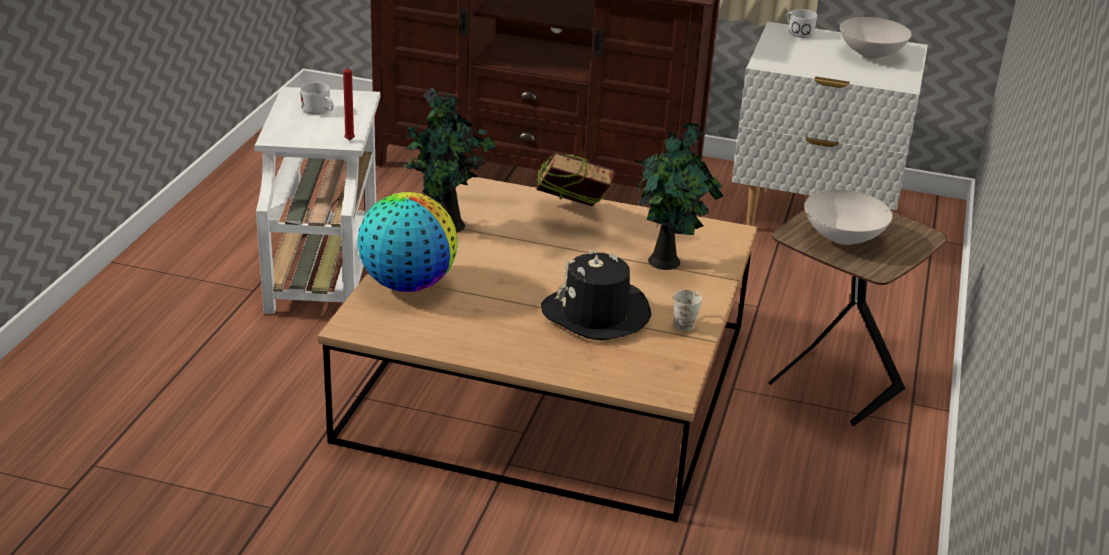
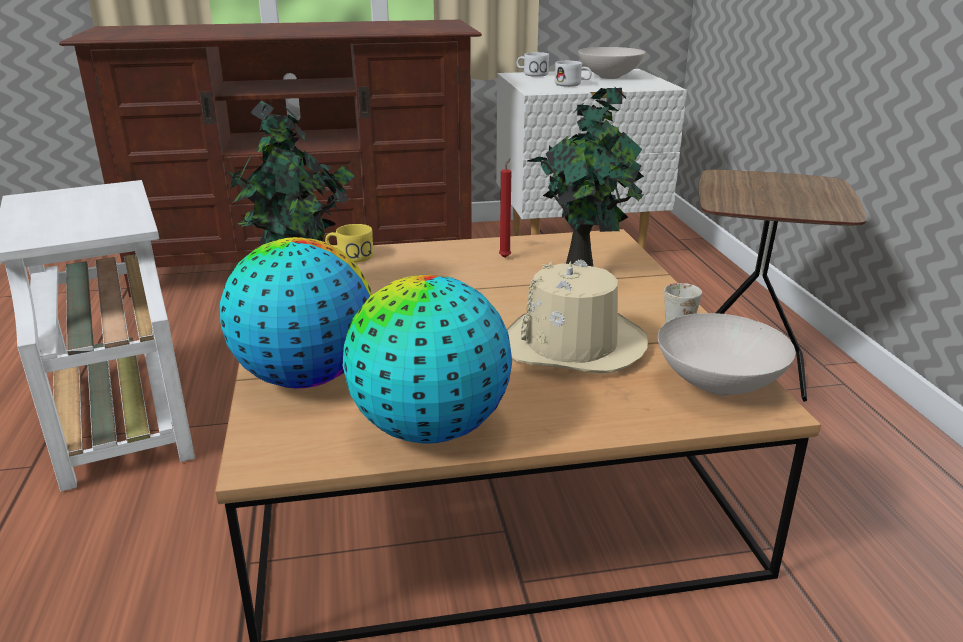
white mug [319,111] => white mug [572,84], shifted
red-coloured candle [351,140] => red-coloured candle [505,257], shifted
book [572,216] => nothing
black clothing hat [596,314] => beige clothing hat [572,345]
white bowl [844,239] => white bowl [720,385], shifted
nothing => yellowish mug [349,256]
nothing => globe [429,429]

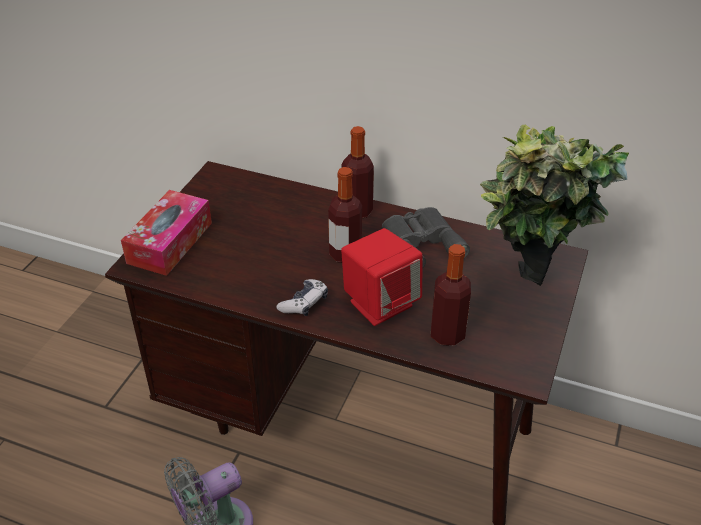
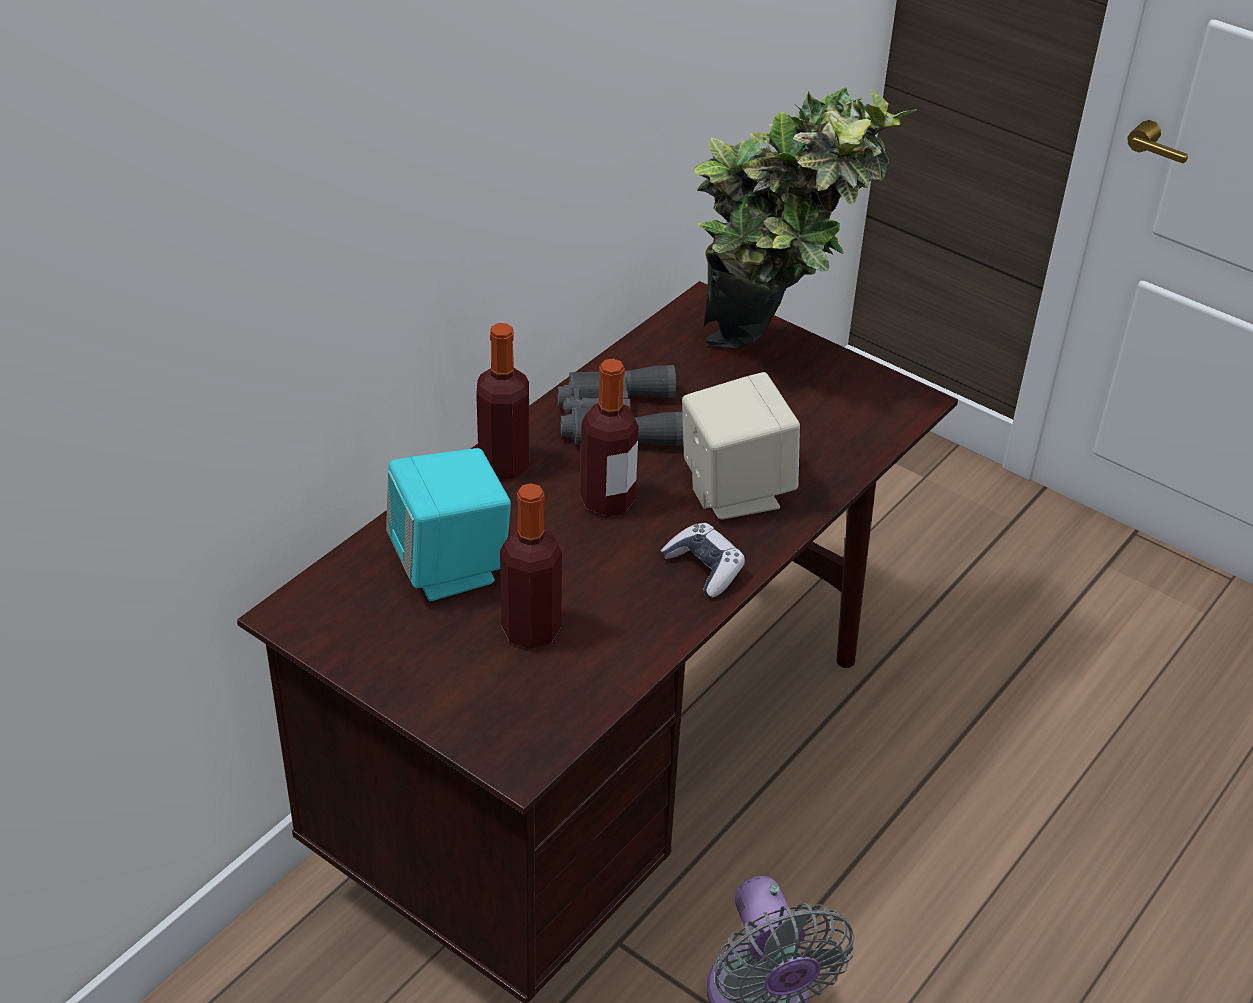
tissue holder [170,243] => nothing
red-coloured speaker [380,303] => beige speaker [734,491]
beverage bottle [447,334] => beverage bottle [531,630], shifted
nothing => turquoise-coloured speaker [451,567]

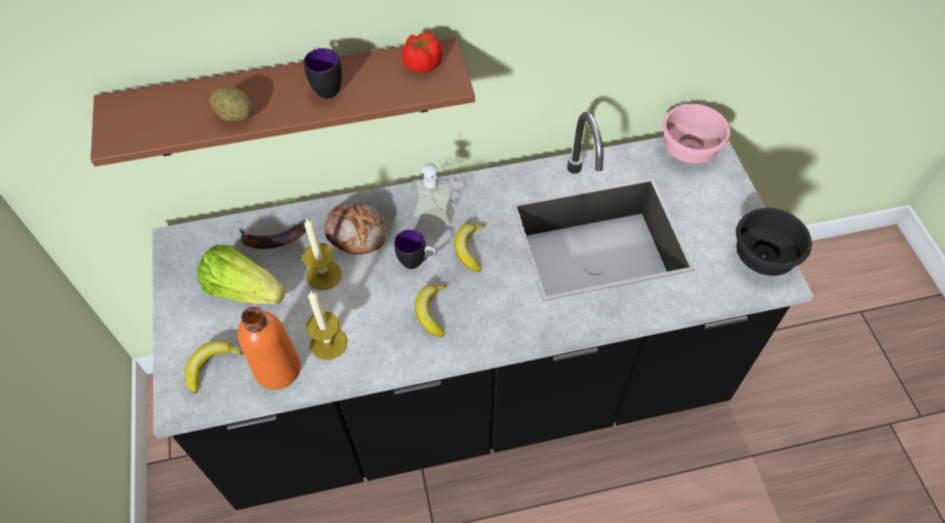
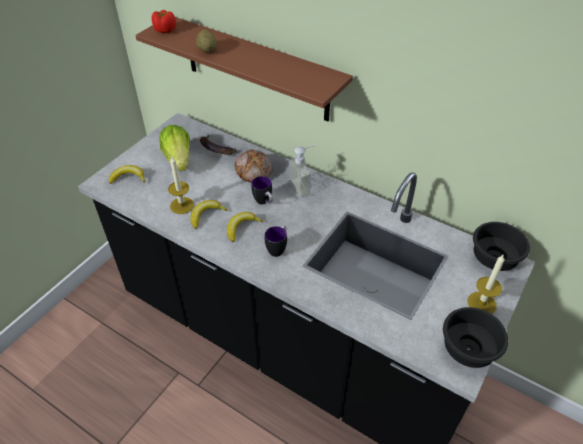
orange-coloured beverage bottle [278,369] => nothing
candle [324,275] => candle [481,303], shifted
mug [326,86] => mug [278,248], shifted
tomato [422,64] => tomato [165,30], shifted
banana [469,249] => banana [206,215], shifted
pink-coloured bowl [687,148] => black bowl [493,257]

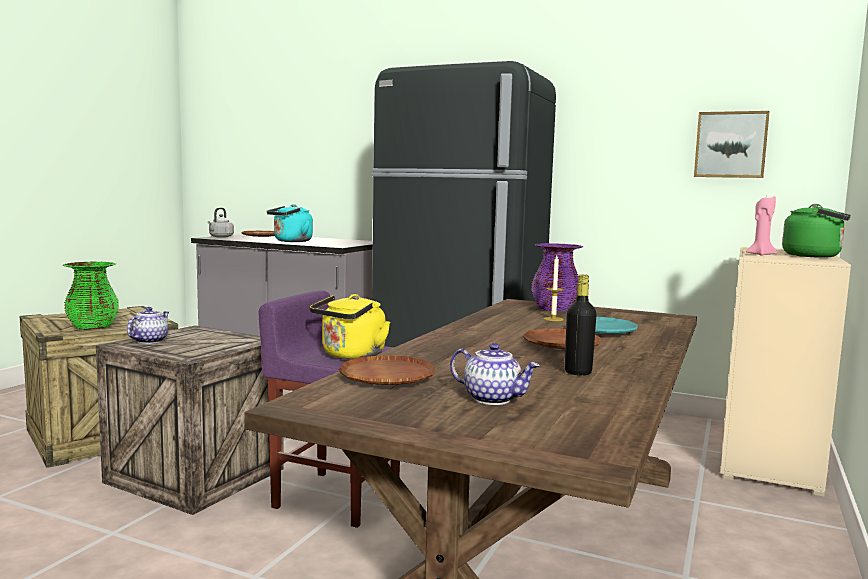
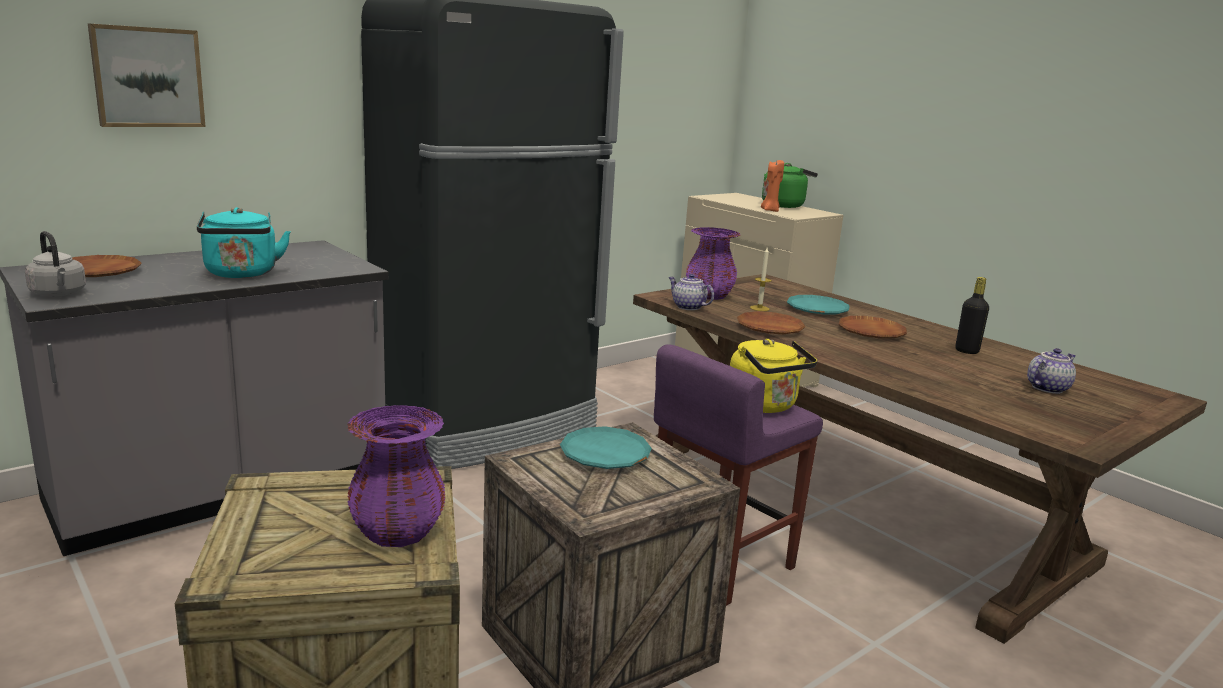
green-coloured decorative vase [93,327] => purplish decorative vase [398,532]
teapot [150,341] => teapot [687,307], shifted
brown-coloured dinner plate [387,377] => brown-coloured dinner plate [770,328], shifted
picture [730,145] => picture [147,77], shifted
pink-coloured candle [760,254] => orange-coloured candle [770,210]
nothing => turquoise-coloured dinner plate [605,454]

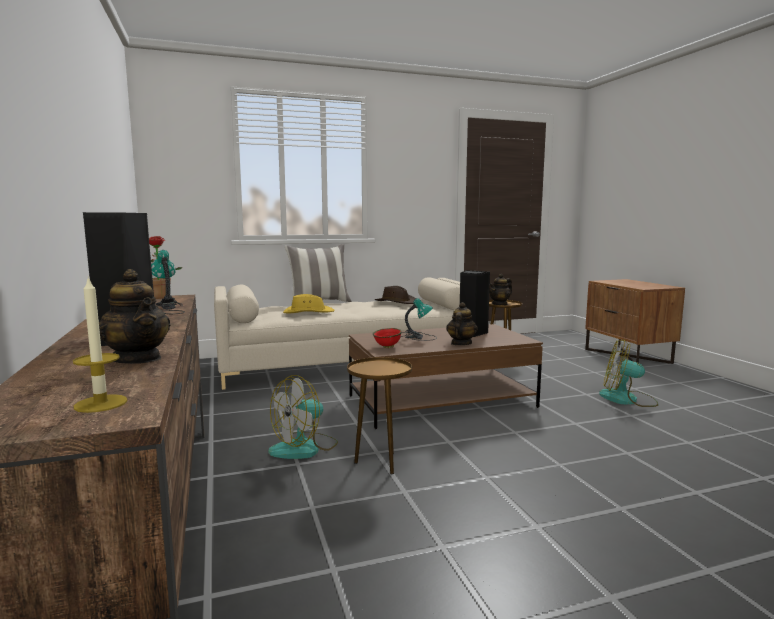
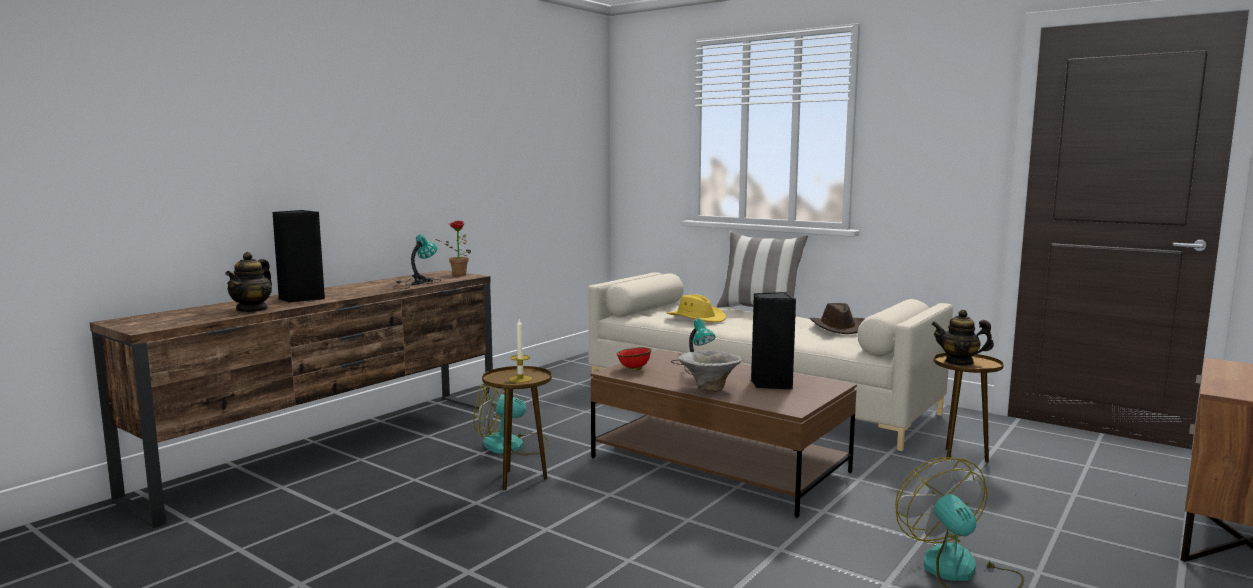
candle [101,403] => candle [520,379], shifted
teapot [461,343] => bowl [708,388]

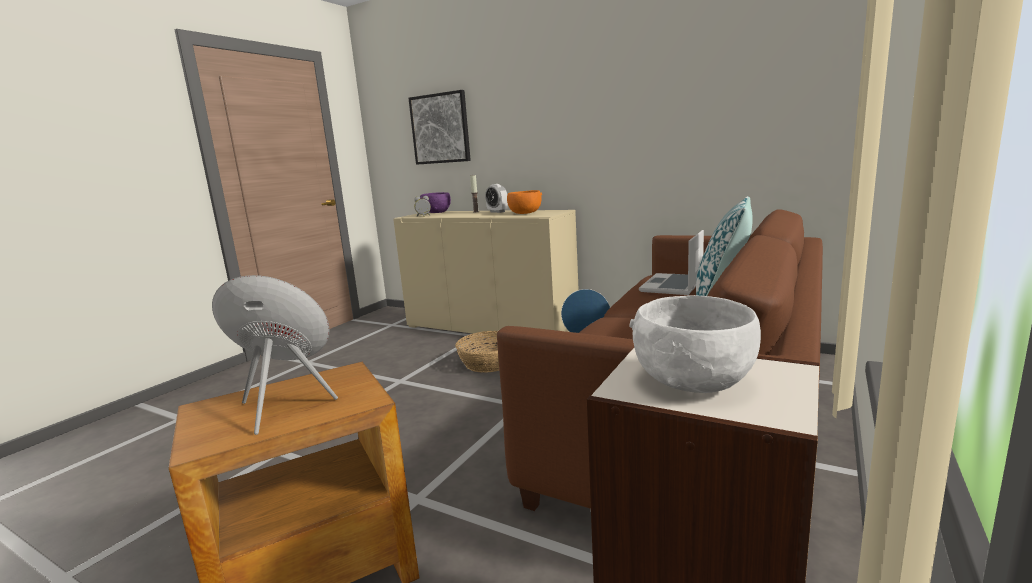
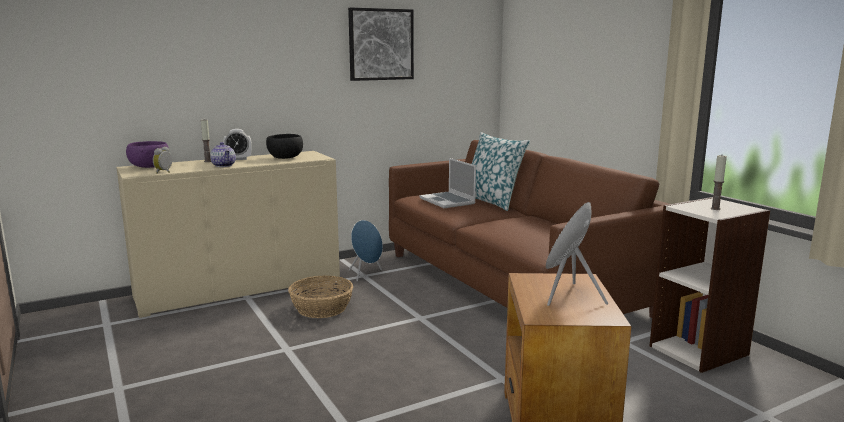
picture [440,128] => picture [381,44], shifted
orange-coloured bowl [525,213] => black bowl [285,158]
white bowl [692,380] => candle [715,209]
nothing => teapot [224,165]

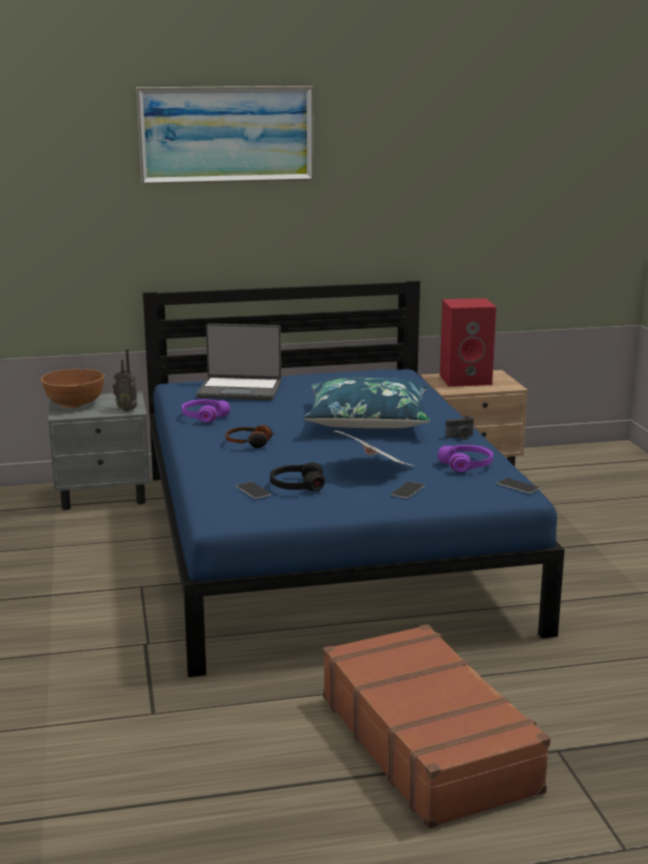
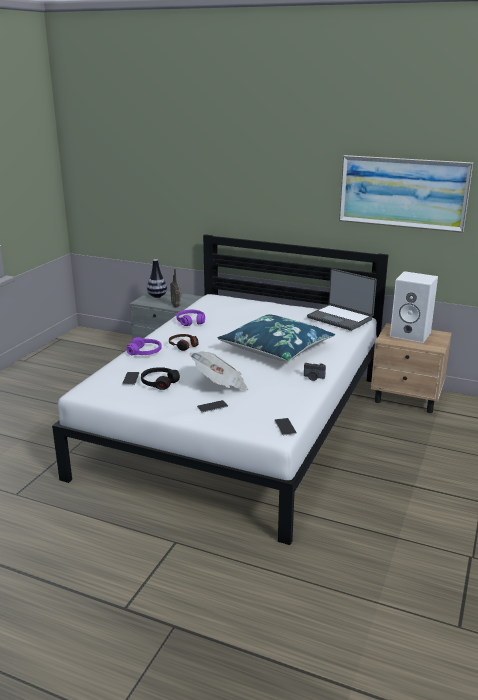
brown-coloured bowl [74,404] => decorative vase [157,296]
picture [226,134] => picture [403,192], shifted
blue-coloured bed [325,545] => white bed [239,424]
portable computer [240,390] => portable computer [340,318], shifted
brown-coloured suitcase [428,742] => nothing
purplish headset [466,465] => purplish headset [145,352], shifted
red-coloured speaker [466,379] => white speaker [411,334]

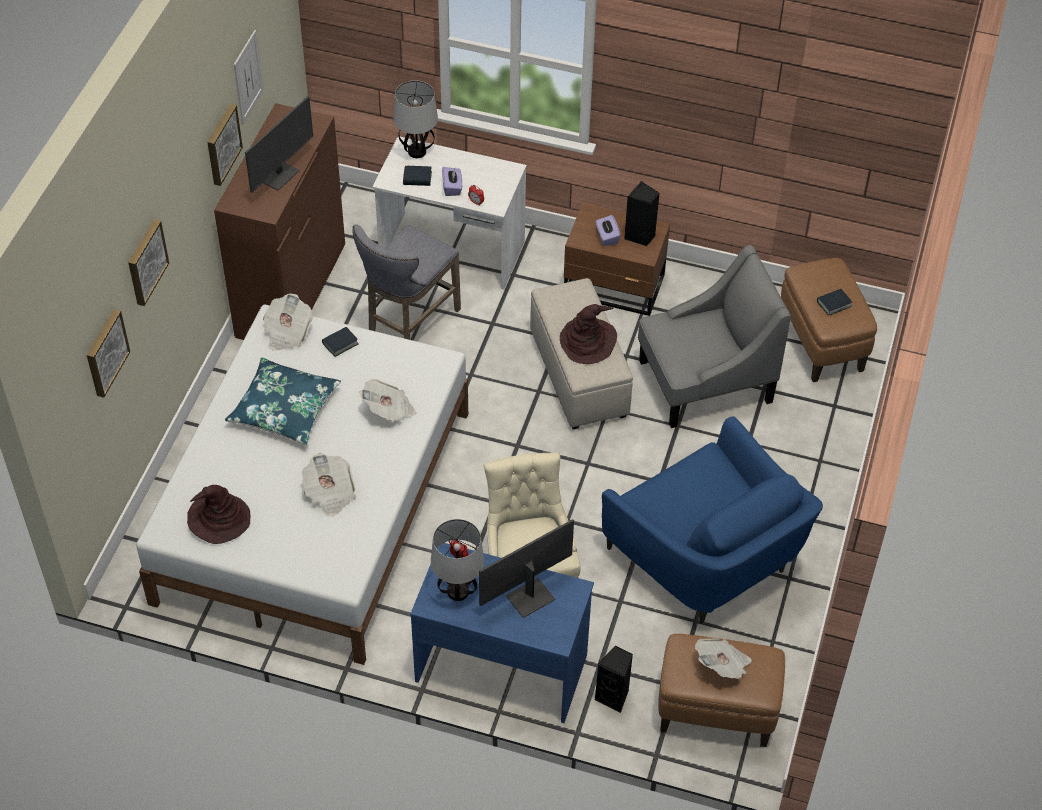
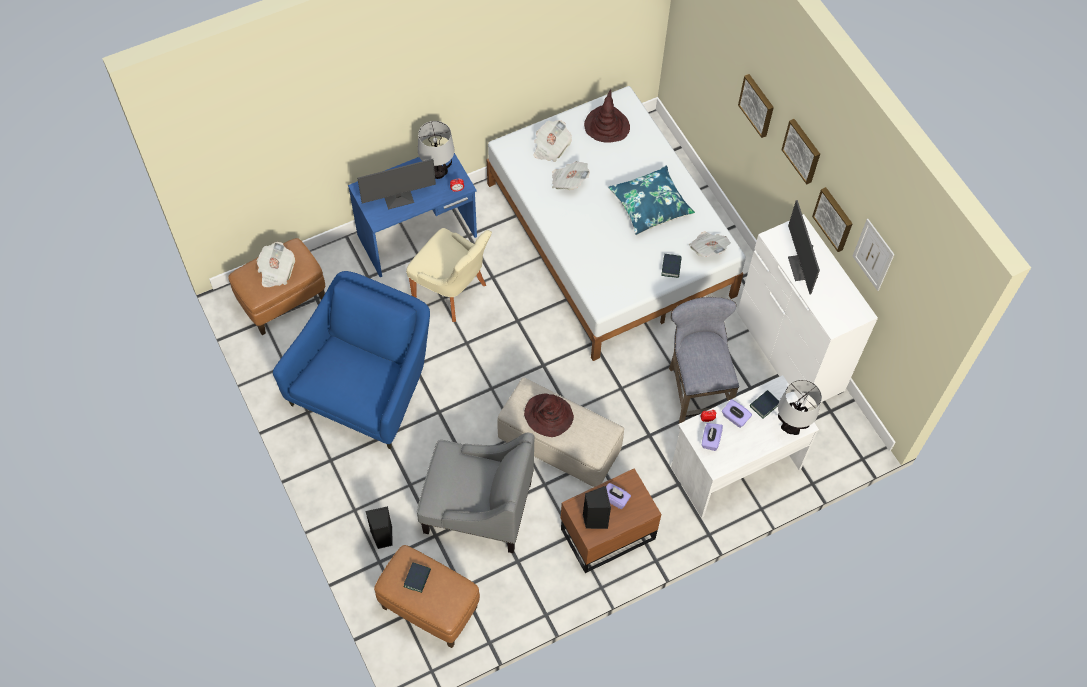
picture [105,352] => picture [802,150], shifted
brown-coloured dresser [291,290] => white dresser [789,352]
newspaper [389,410] => newspaper [550,148], shifted
computer screen [529,597] => computer screen [398,198], 60 degrees clockwise
black speaker [614,696] => black speaker [382,537], shifted
blue-coloured lounge chair [707,559] => blue-coloured lounge chair [365,384], 105 degrees clockwise
gray lounge chair [705,381] => gray lounge chair [477,508], 105 degrees counterclockwise
nothing => purplish tissue holder [710,440]

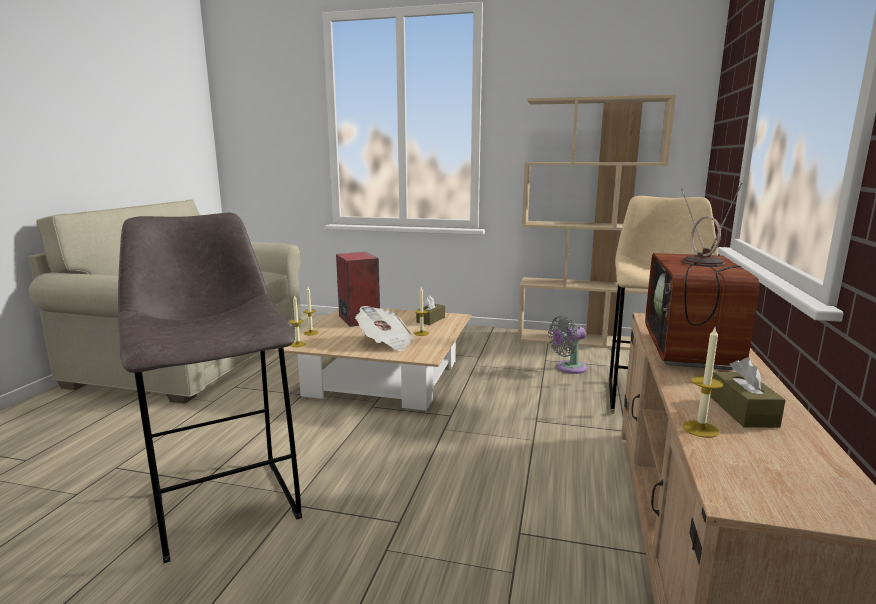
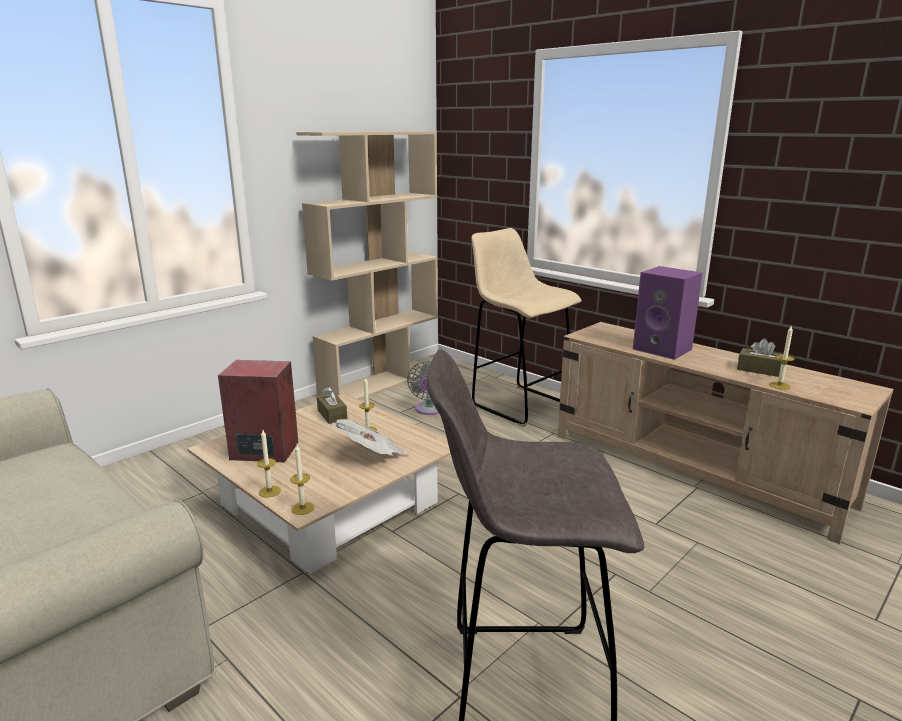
TV set [695,353] => purplish speaker [664,349]

